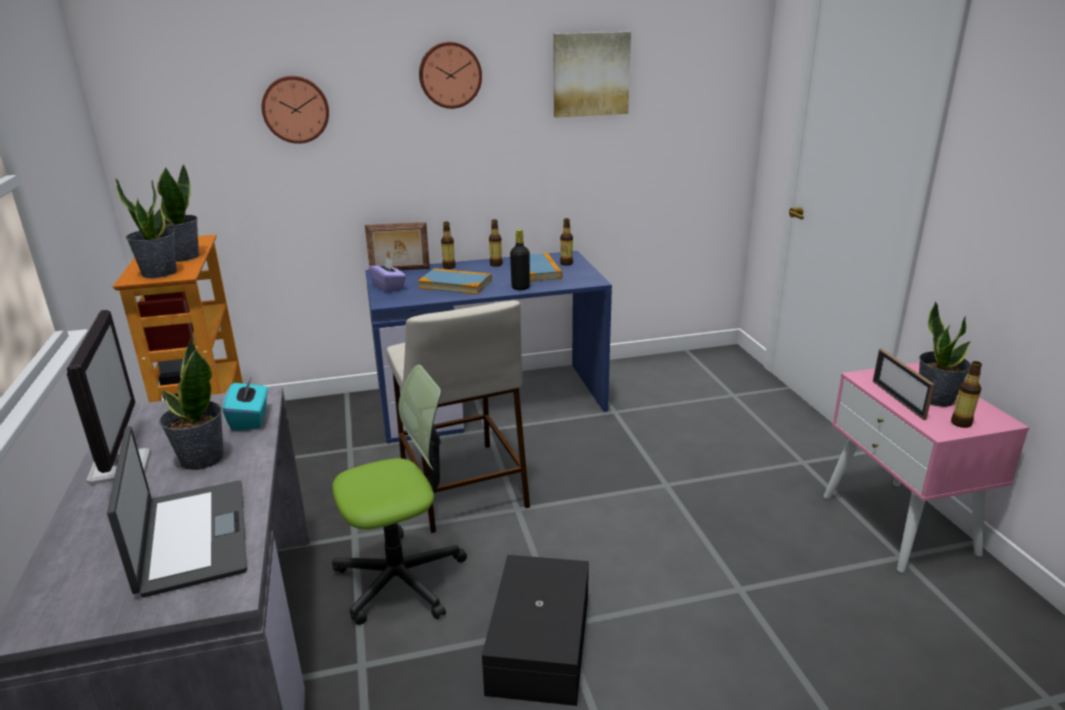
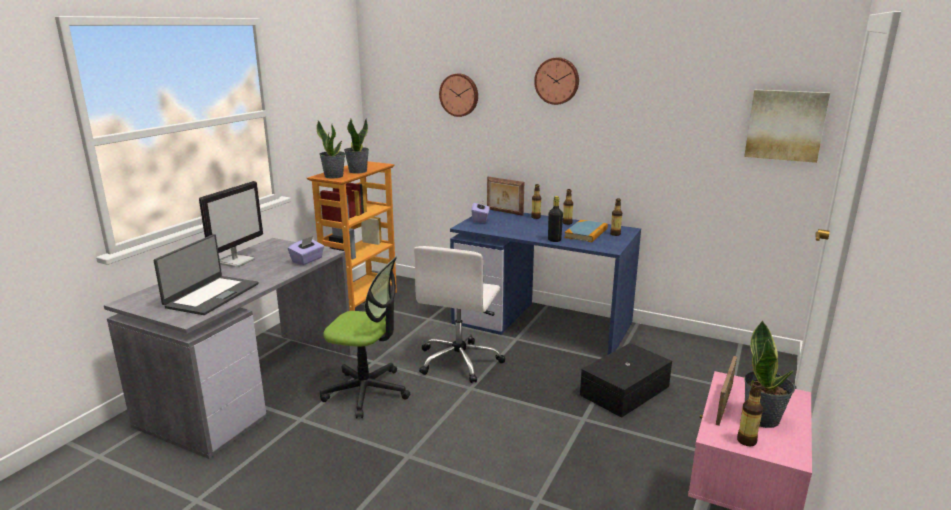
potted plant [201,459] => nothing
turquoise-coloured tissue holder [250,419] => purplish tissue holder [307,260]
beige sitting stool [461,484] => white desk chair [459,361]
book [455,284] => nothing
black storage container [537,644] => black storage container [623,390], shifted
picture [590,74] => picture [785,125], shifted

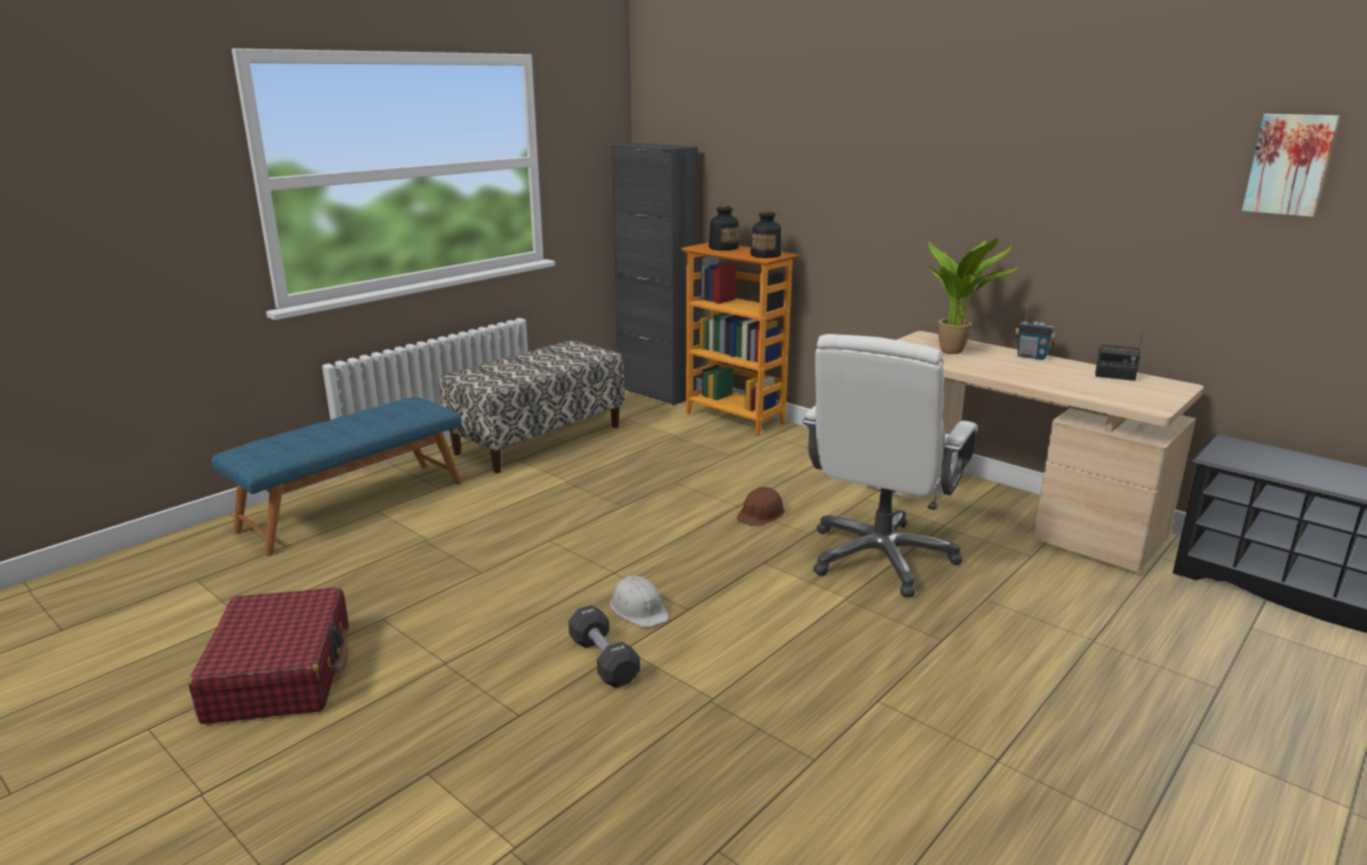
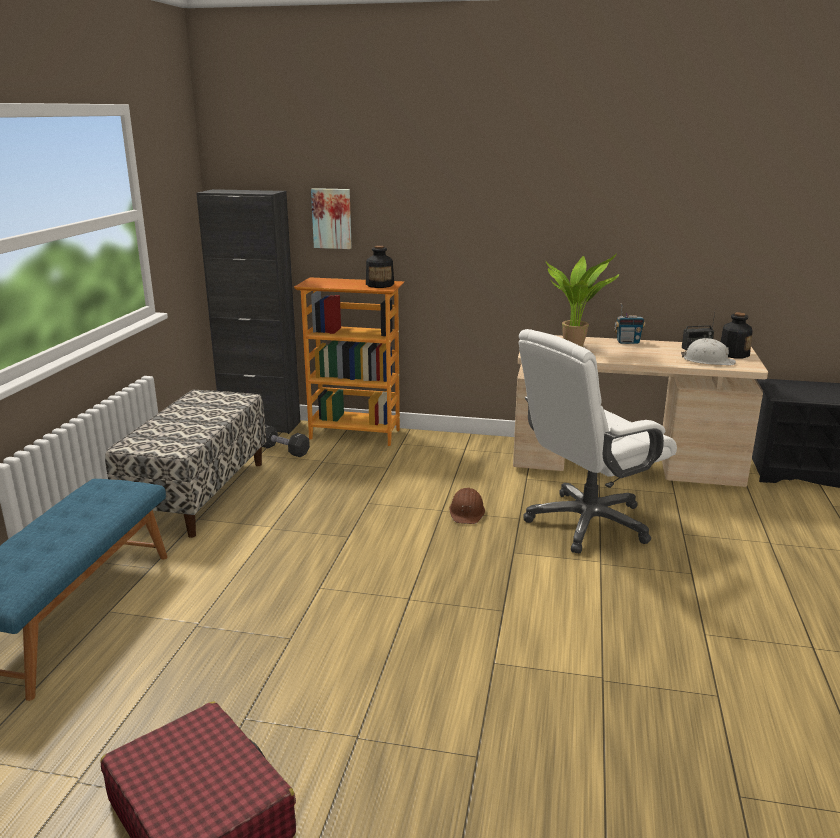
black free weight [603,660] => black free weight [283,450], shifted
white hard hat [639,609] => white hard hat [708,361], shifted
beverage bottle [723,248] => beverage bottle [733,354], shifted
white desk chair [880,558] => white desk chair [587,523], 60 degrees clockwise
picture [1290,164] => picture [332,218], shifted

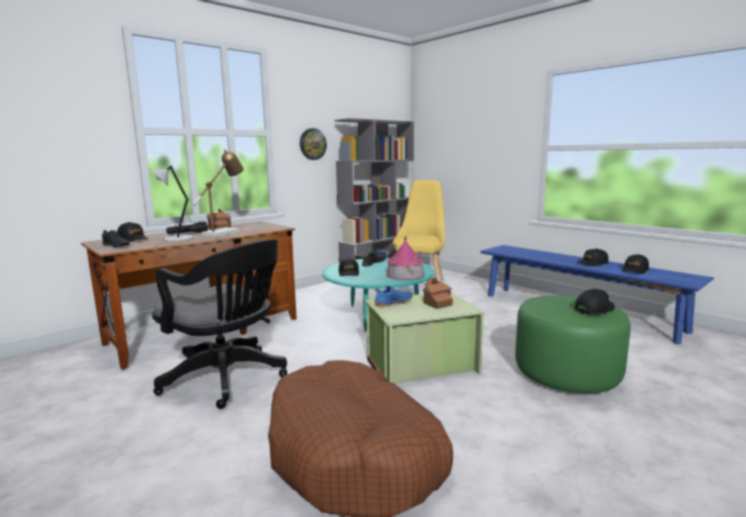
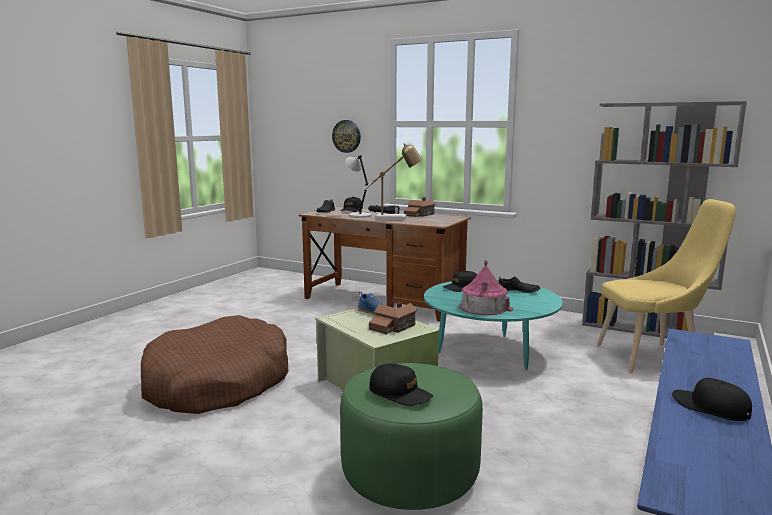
black desk chair [228,379] => nothing
hanging clock [312,144] => hanging clock [346,136], shifted
black cap [635,270] => nothing

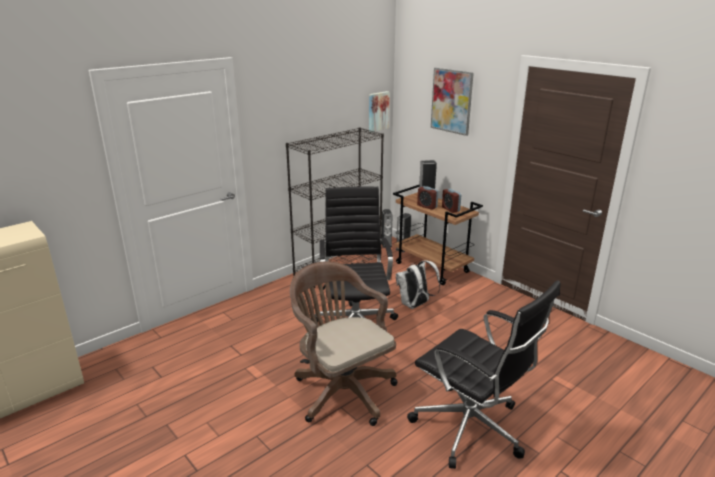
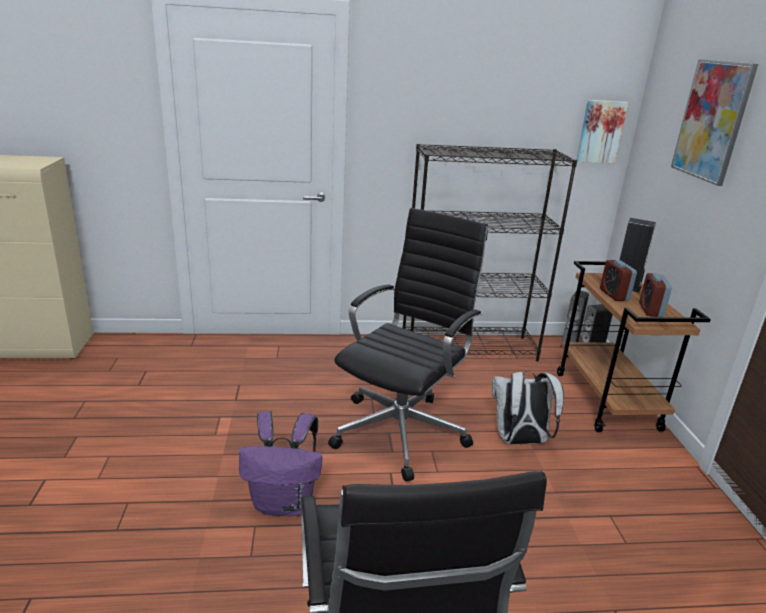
brown-coloured desk chair [341,389] => purplish backpack [284,503]

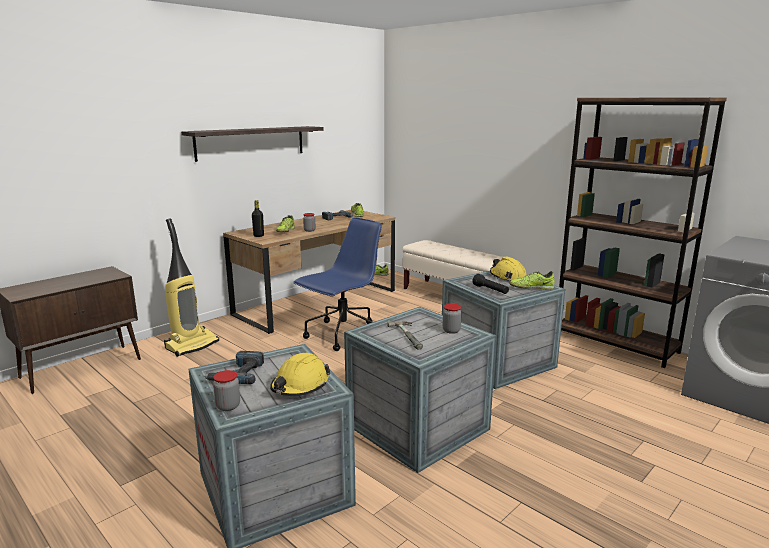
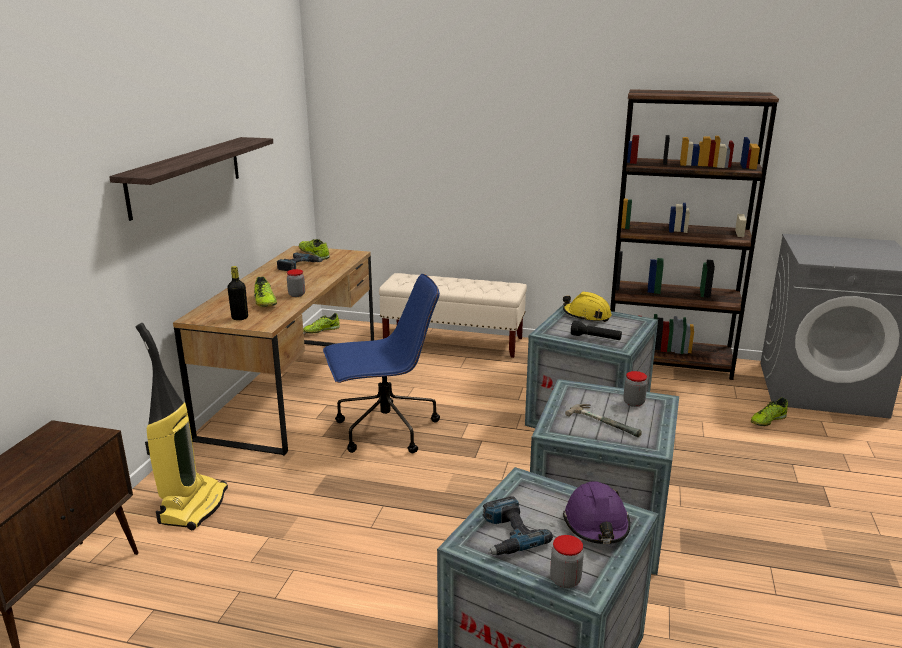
yellowish hard hat [300,386] => purplish hard hat [596,524]
blue-coloured desk chair [342,335] => blue-coloured desk chair [384,430], 60 degrees clockwise
shoe [531,288] => shoe [767,420], shifted

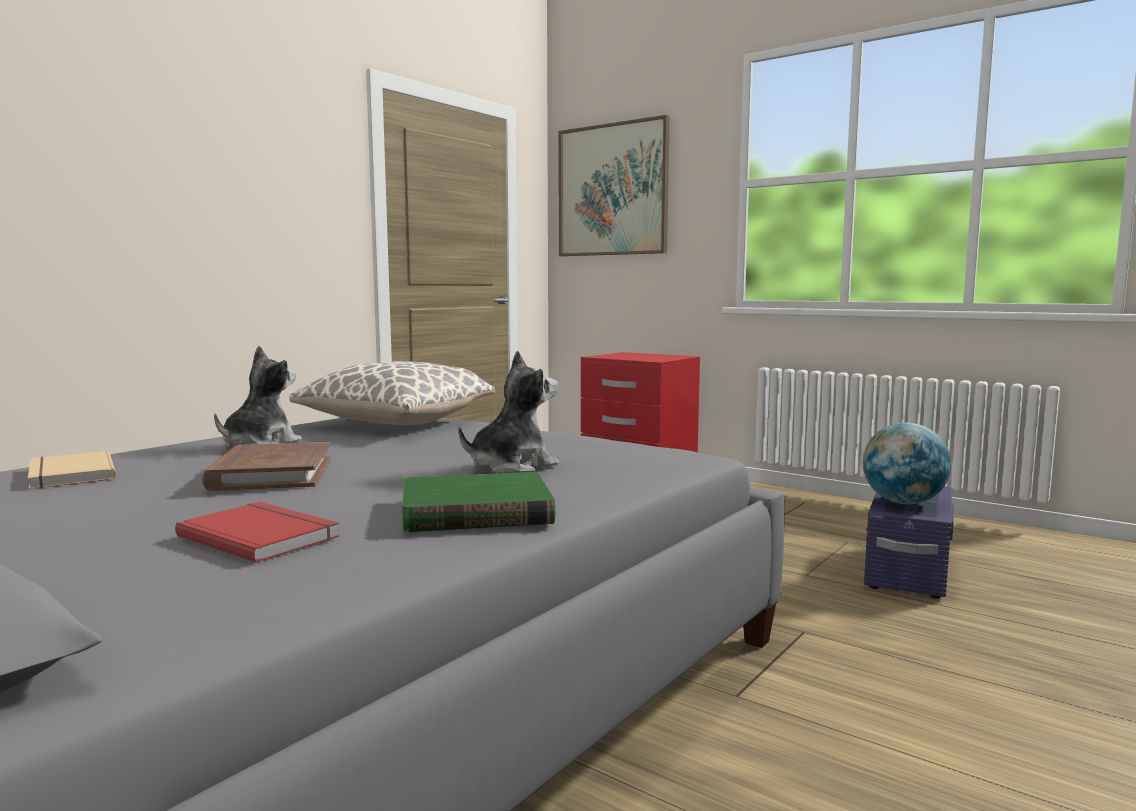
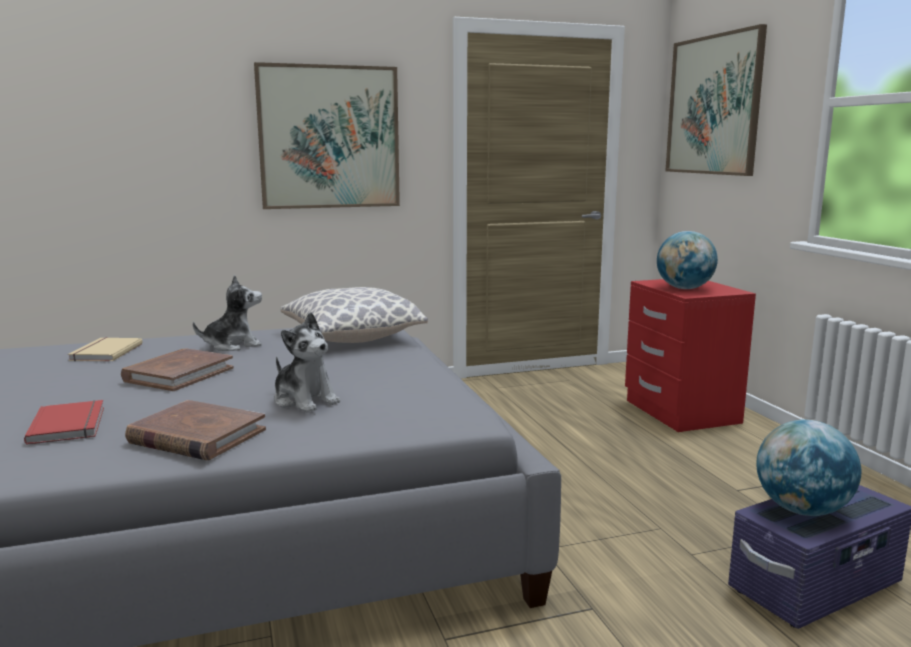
green-coloured book [476,511] => brown-coloured book [196,436]
plush toy [511,466] => plush toy [305,400], 45 degrees clockwise
nothing => picture [329,137]
nothing => globe [684,288]

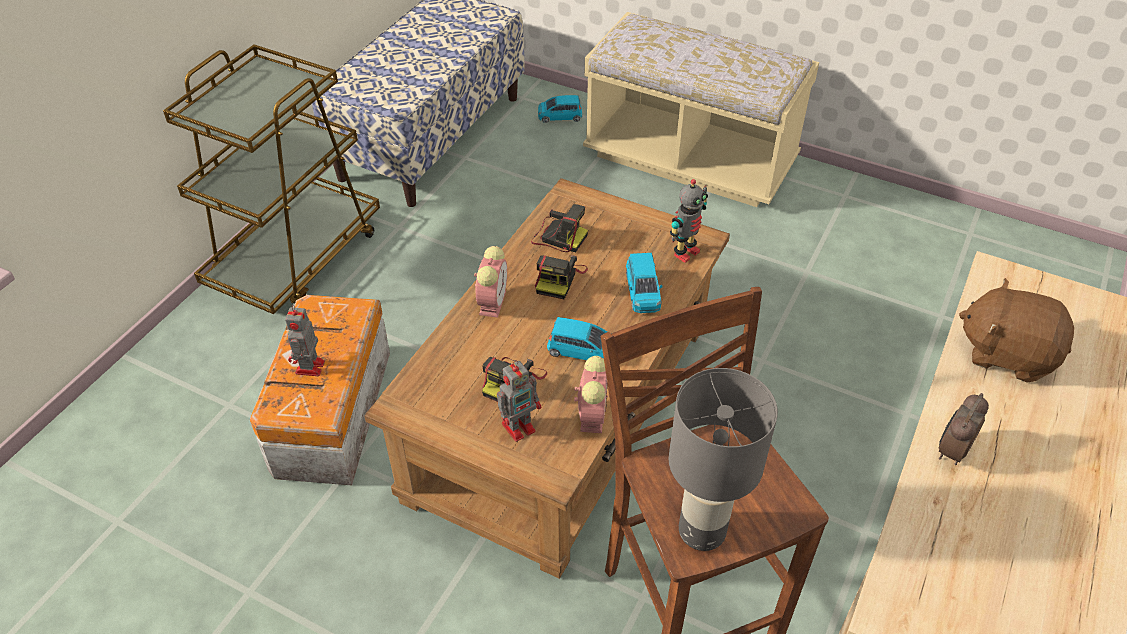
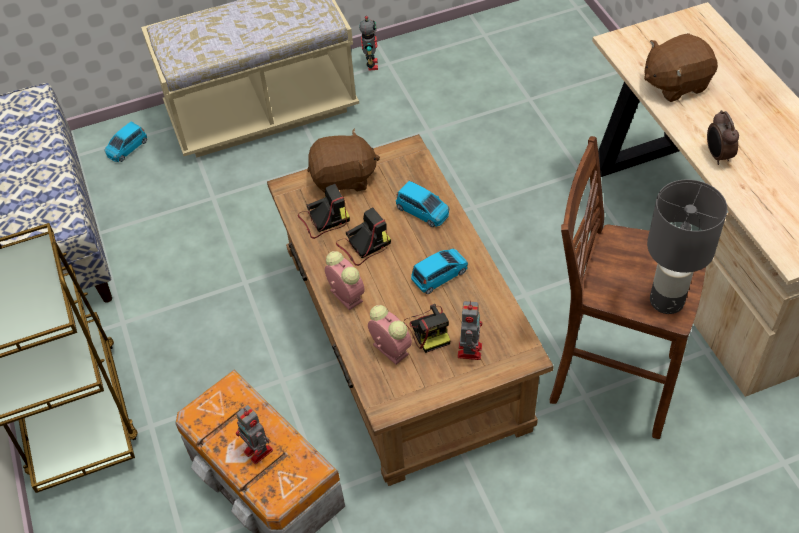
still camera [559,279] => still camera [363,246], 90 degrees counterclockwise
table clock [592,414] => table clock [389,348], shifted
robot figure [685,252] => robot figure [371,65], shifted
nothing => brown-coloured plush toy [343,179]

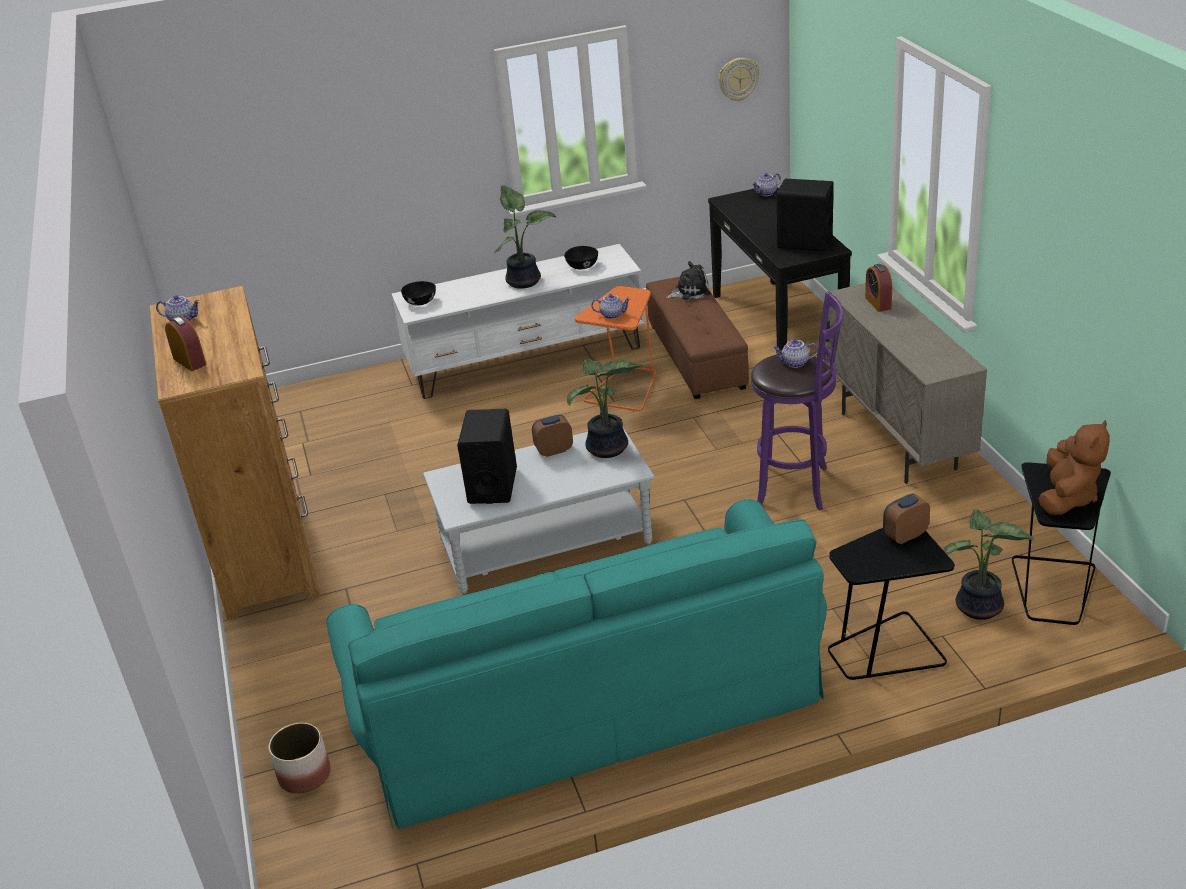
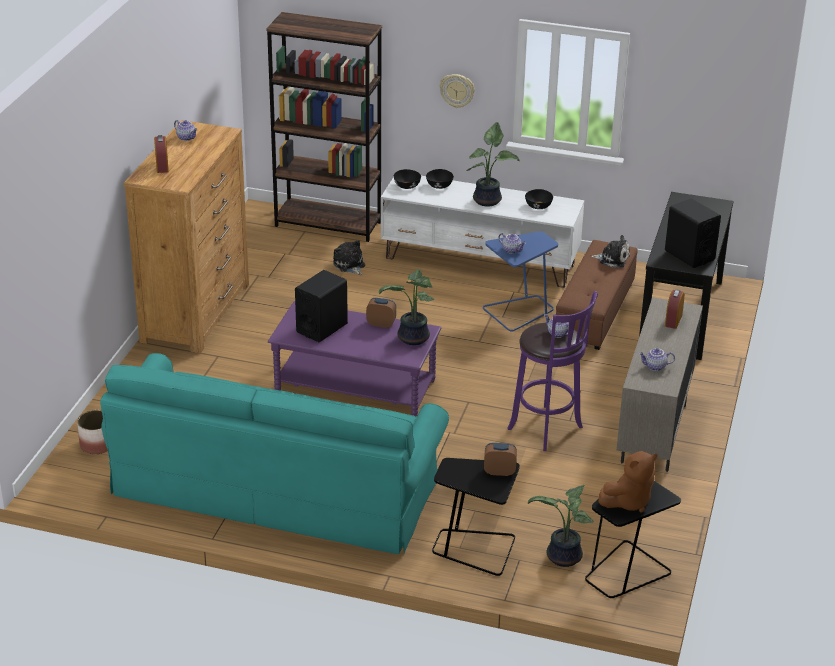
gray low table [545,543] => purplish low table [355,386]
orange-coloured side table [625,389] => blue-coloured side table [519,312]
hanging clock [738,79] => hanging clock [457,90], shifted
teapot [766,193] => teapot [655,367], shifted
nothing => brown-coloured bookshelf [328,224]
nothing => plush toy [349,265]
nothing => black bowl [439,185]

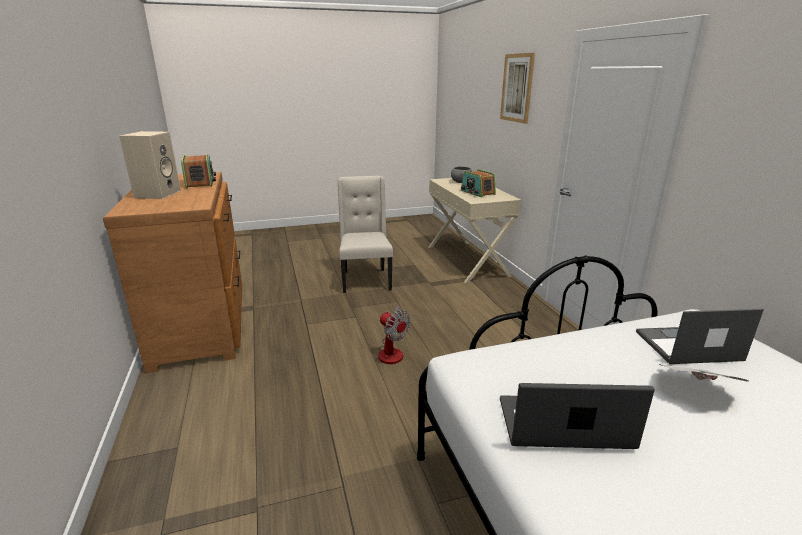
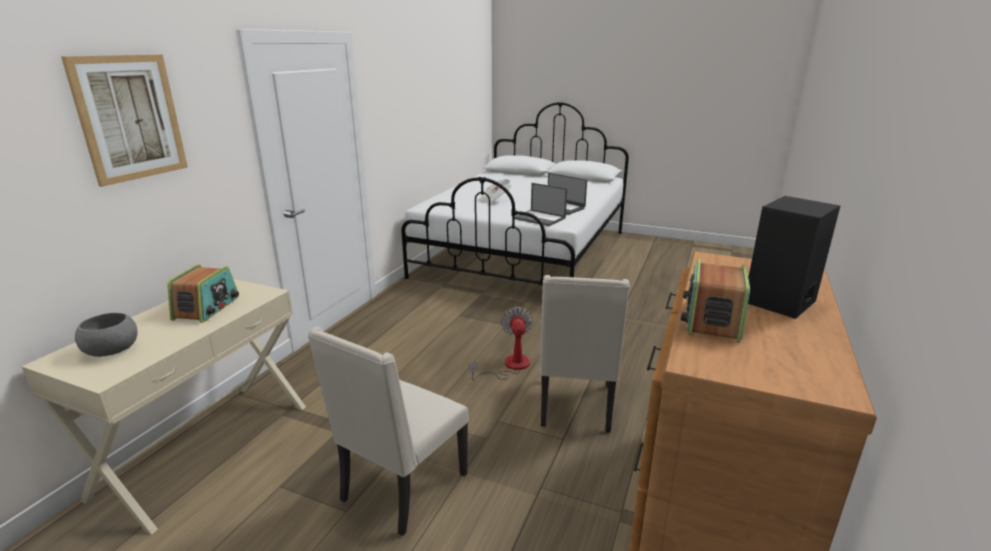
beige speaker [157,194] => black speaker [780,302]
portable computer [687,346] => portable computer [540,218], shifted
nothing => beige chair [575,406]

